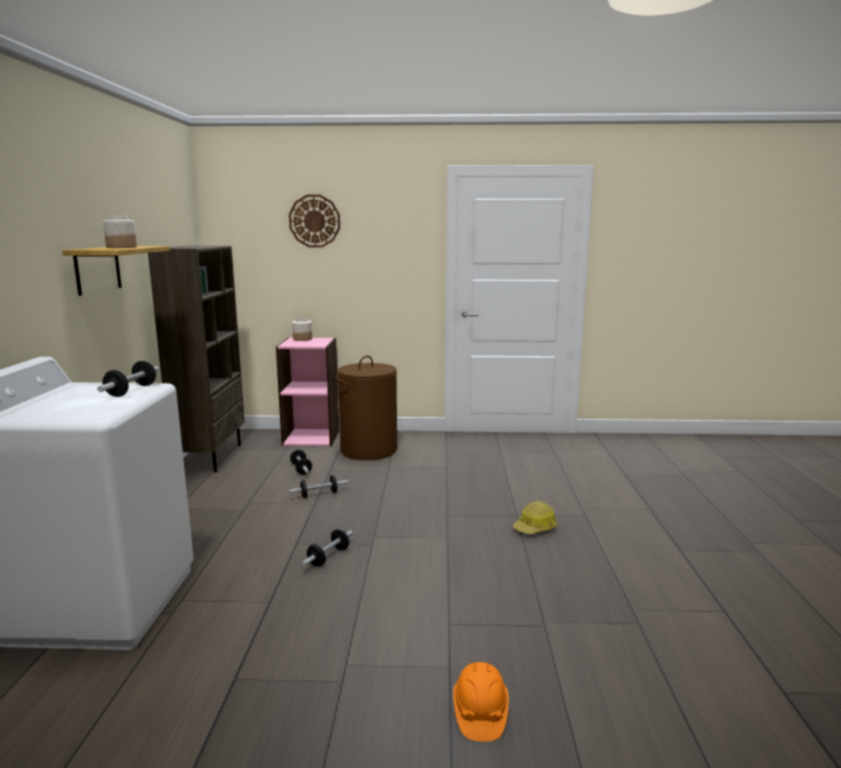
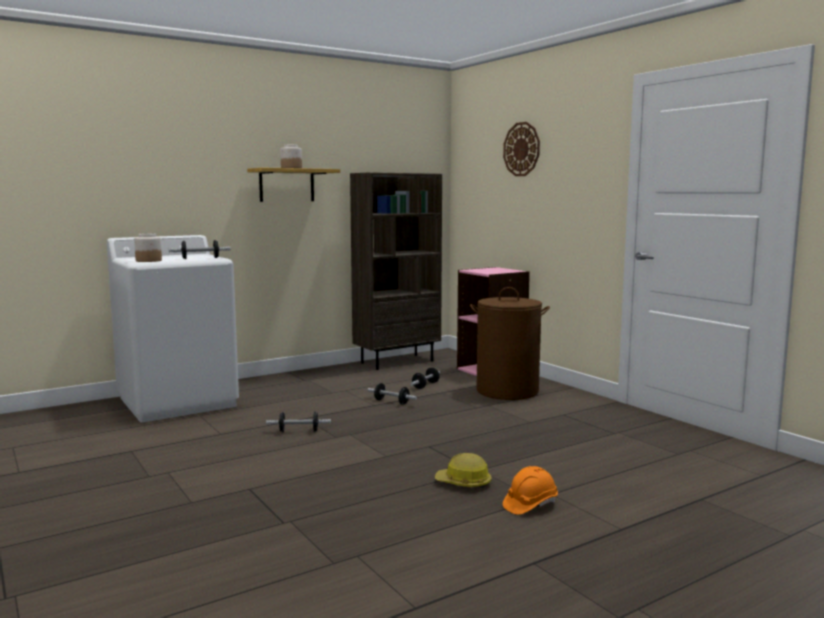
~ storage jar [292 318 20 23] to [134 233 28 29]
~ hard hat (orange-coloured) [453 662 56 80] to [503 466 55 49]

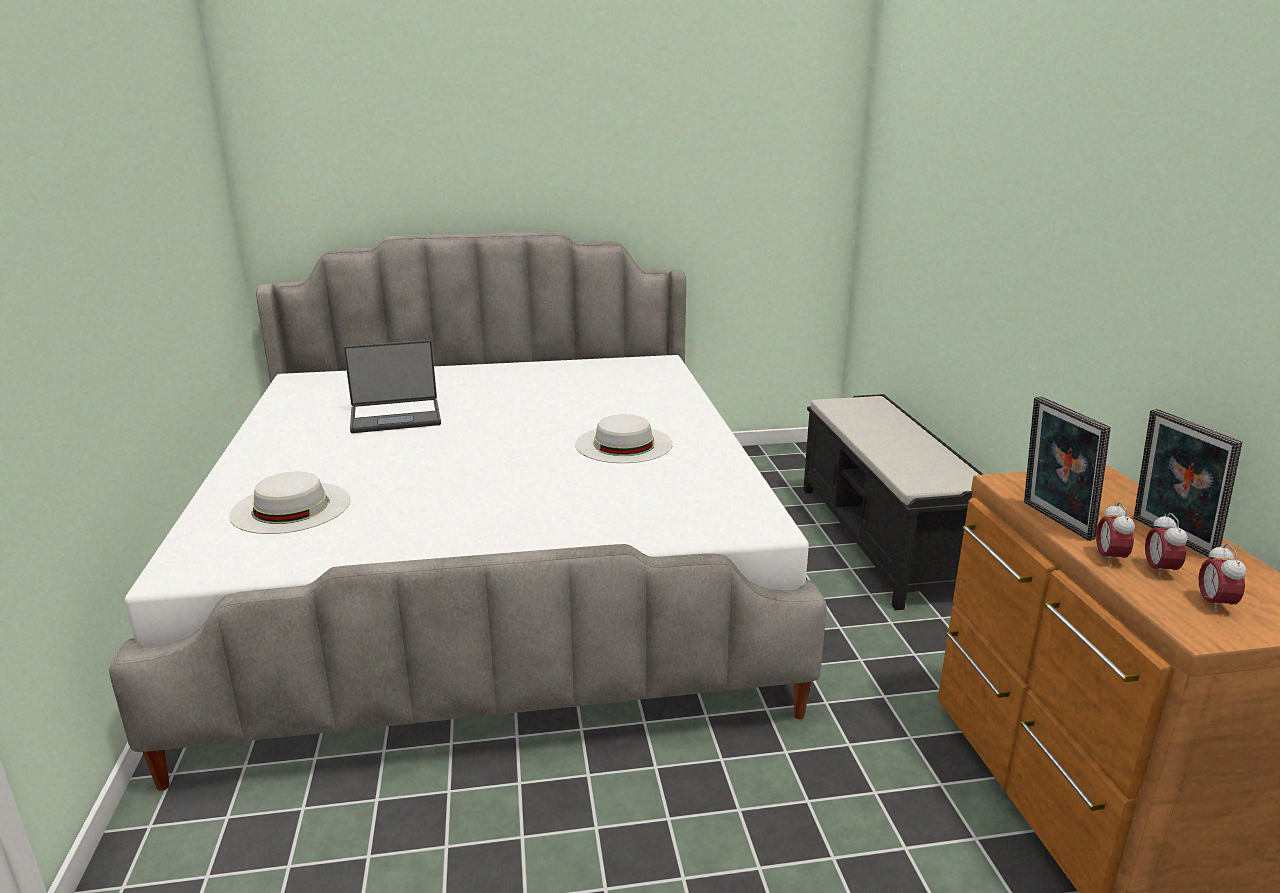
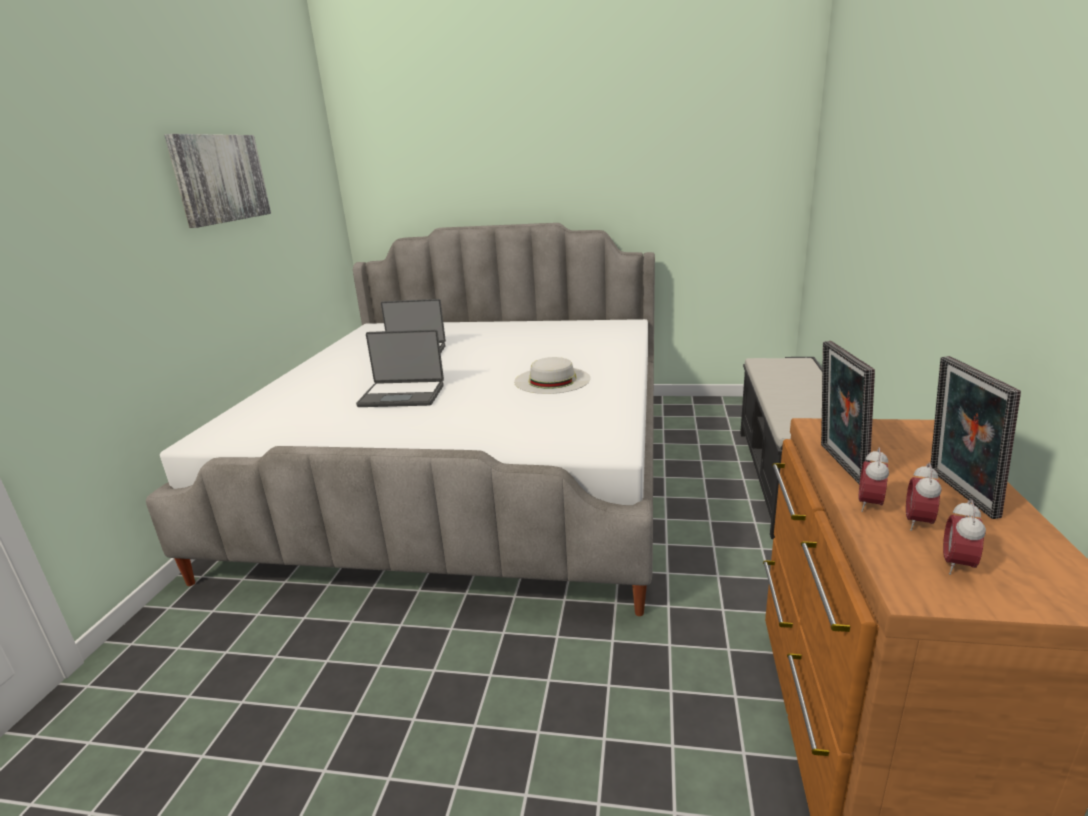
- hat (whitish) [229 472 121 62]
+ picture [164 134 107 94]
+ portable computer [356 329 88 78]

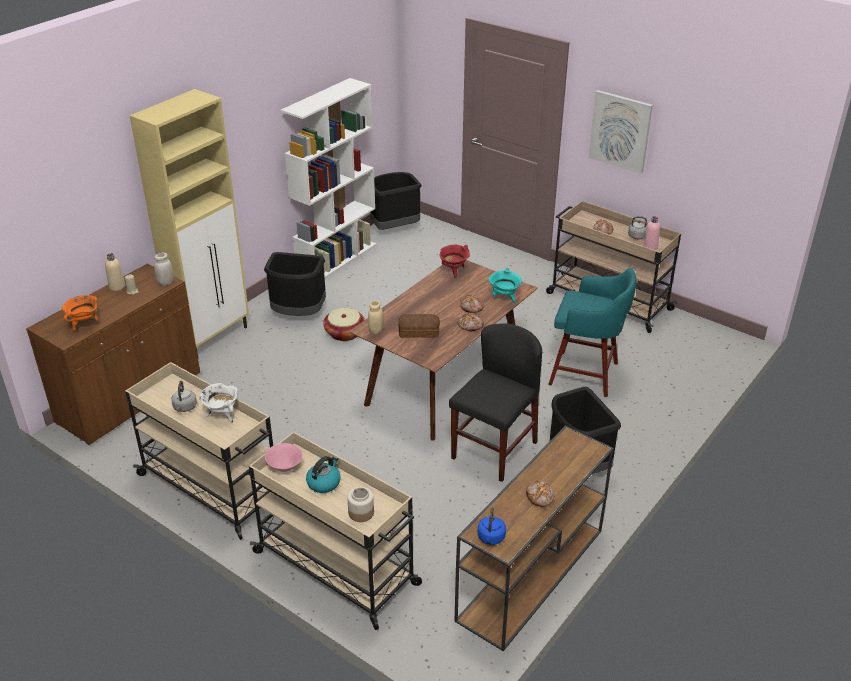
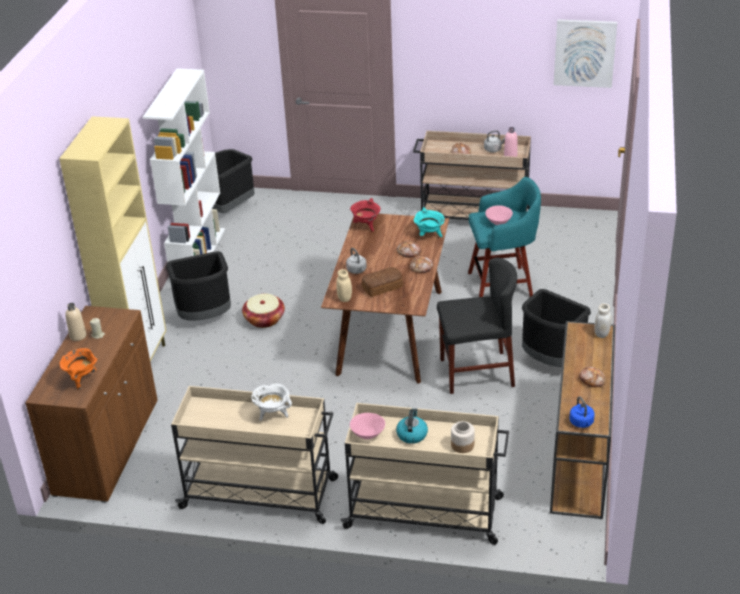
~ storage jar (whitish) [154 253 19 33] to [594 303 17 35]
~ kettle (gray) [172 381 25 31] to [346 248 21 26]
~ upright chair (black-coloured) [449 323 93 159] = [437 258 80 136] 75 degrees clockwise
~ picture [589 90 64 84] to [554 19 63 69]
+ deep dish (pink) [485 205 28 20]

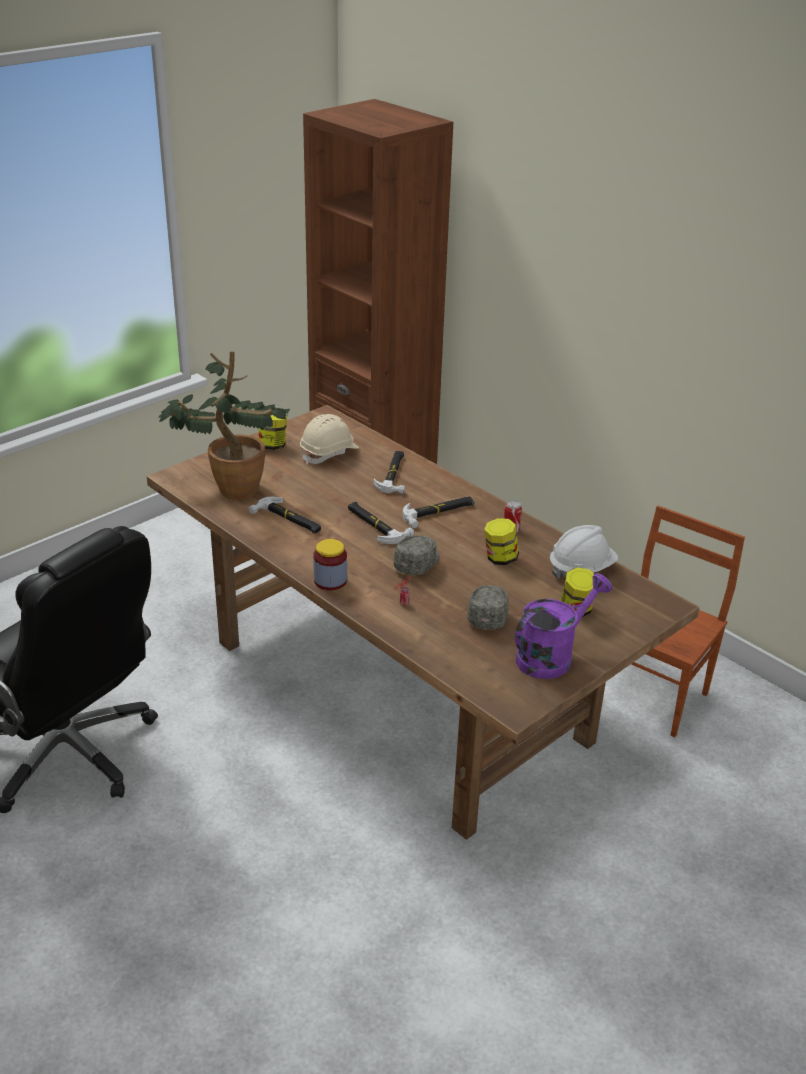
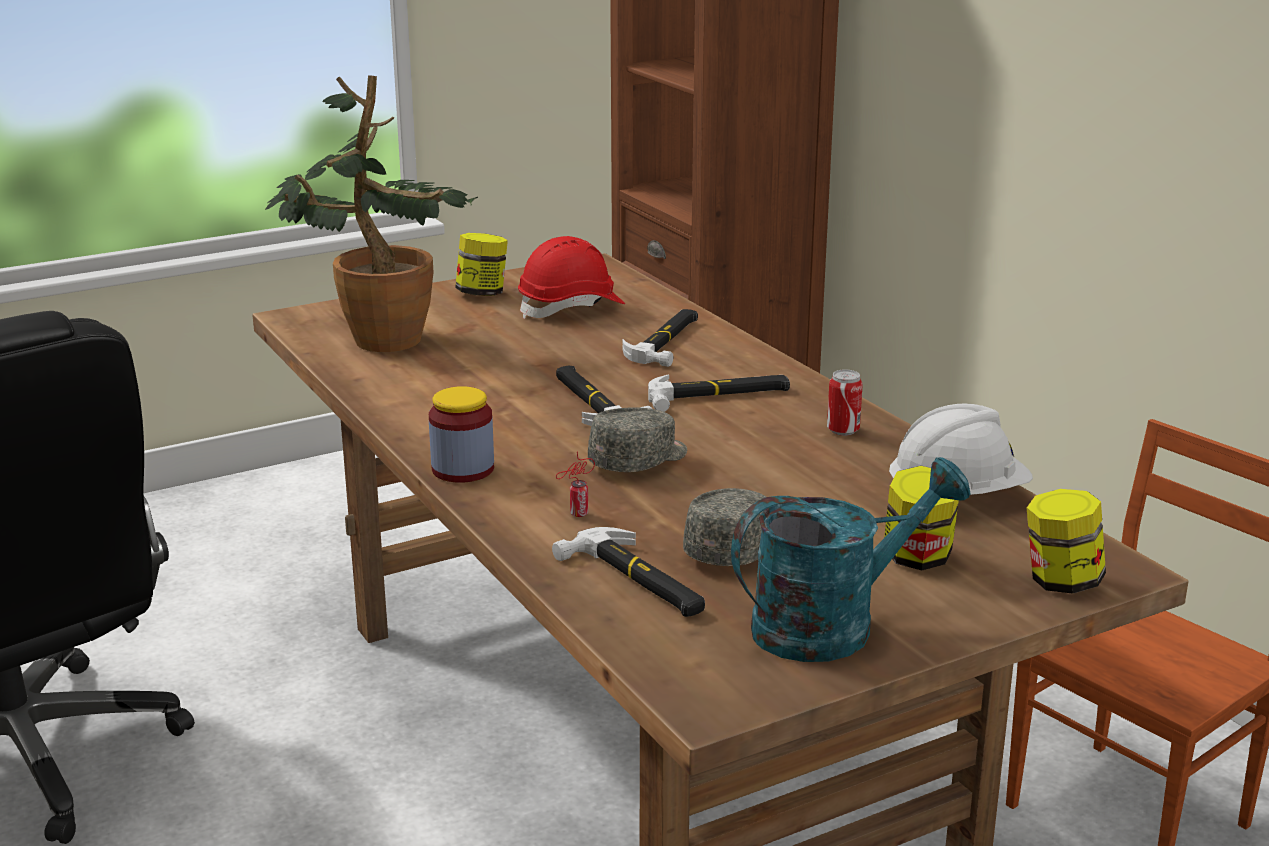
~ hammer [248 497 73 37] to [552 527 153 90]
~ hard hat (beige) [300 414 59 51] to hard hat (red-coloured) [518 236 107 83]
~ storage jar [484 518 35 47] to [1027 489 79 105]
~ watering pot (purple-coloured) [515 573 97 106] to watering pot (turquoise) [731 457 239 205]

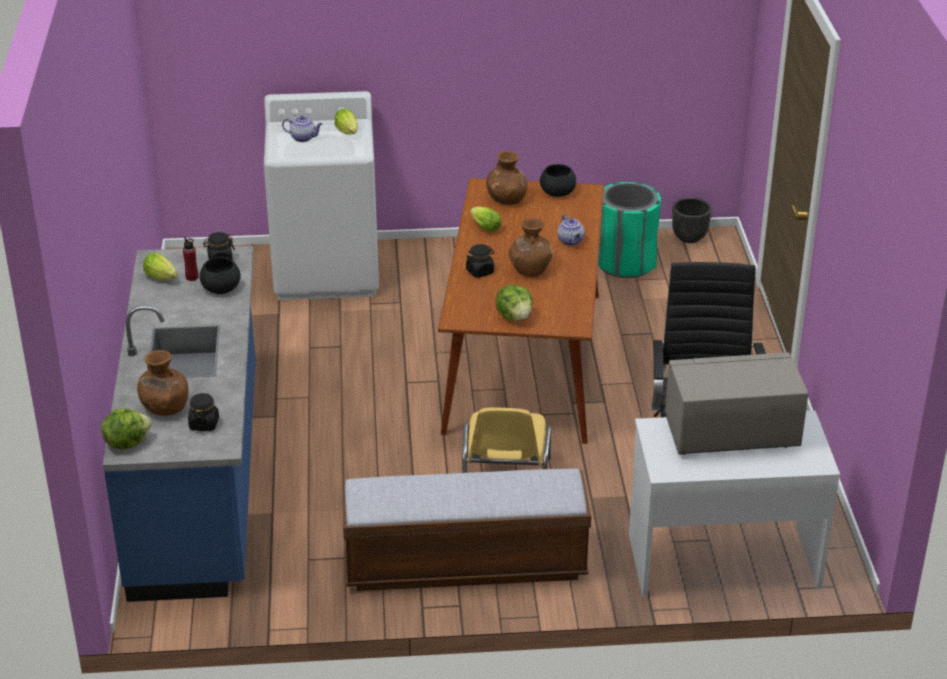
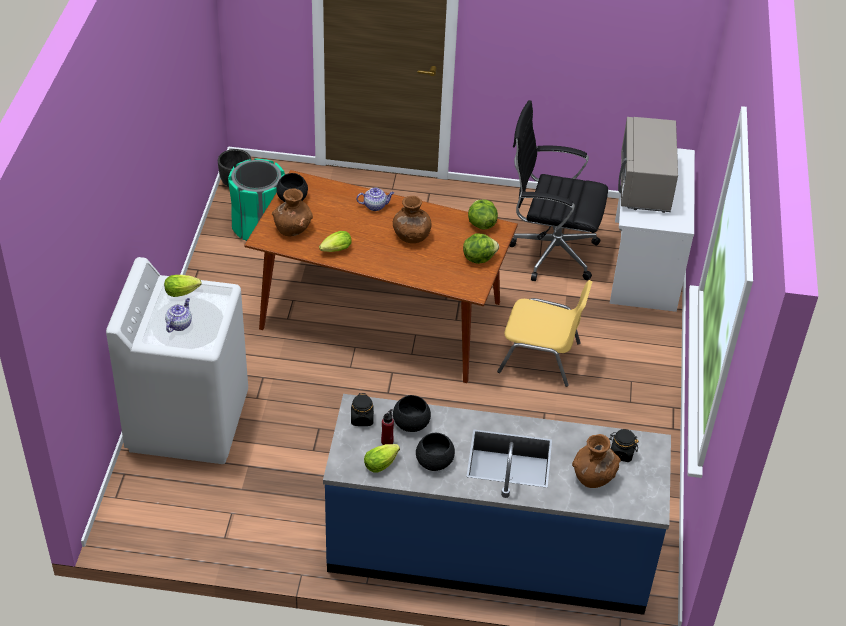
~ lettuce head [101 409 51 40] to [468 199 30 30]
- long seat [342 468 249 123]
- storage jar (black-coloured) [466 244 29 34]
+ deep dish (black-coloured) [416 433 39 38]

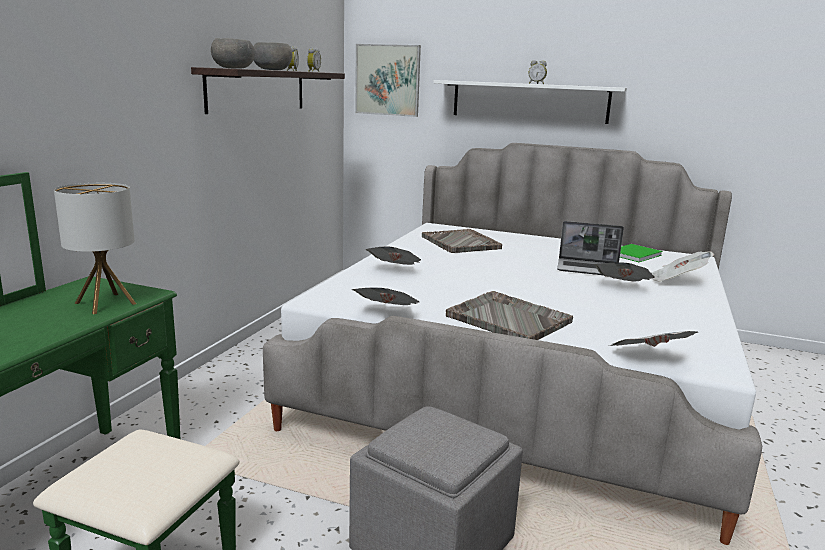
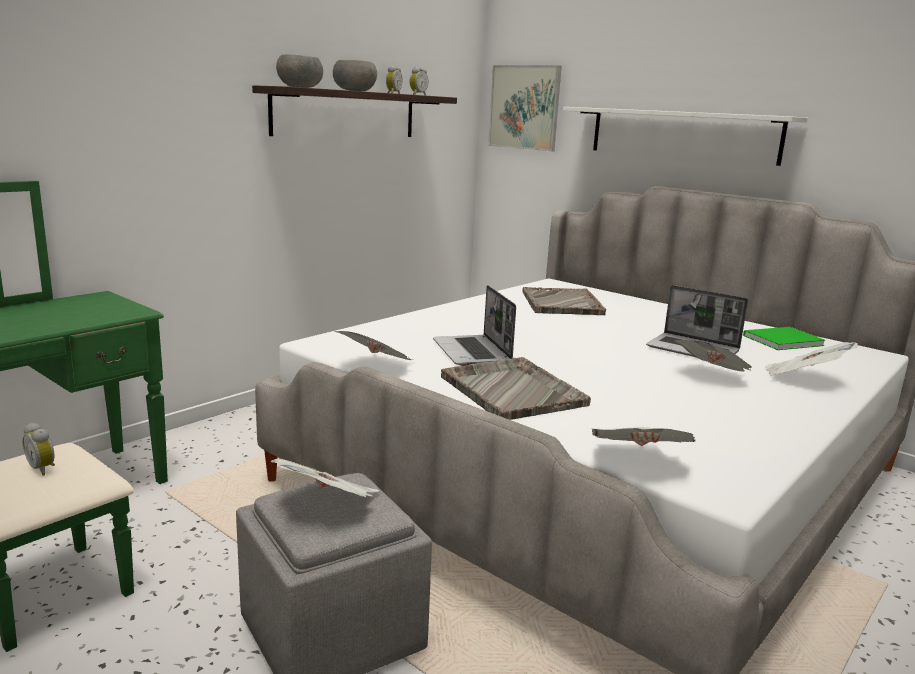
- table lamp [54 183 82 131]
~ newspaper [365 247 56 18] to [271 459 108 38]
~ table clock [529 60 18 24] to [23 423 32 53]
+ portable computer [433 285 83 81]

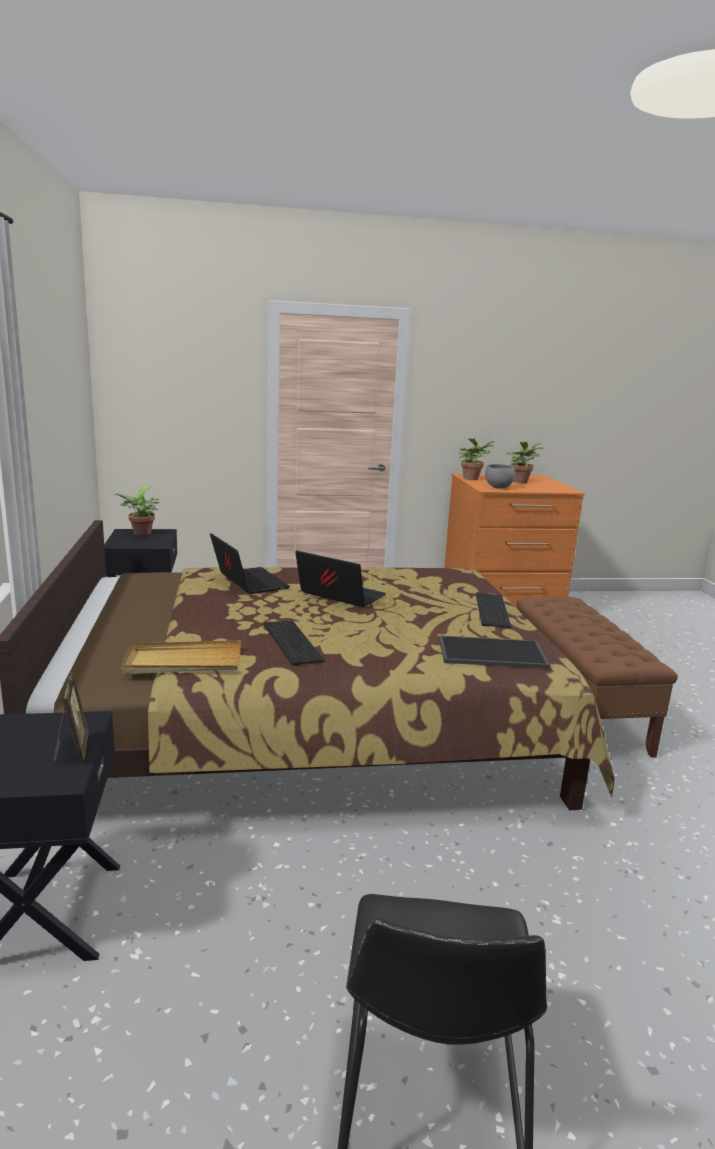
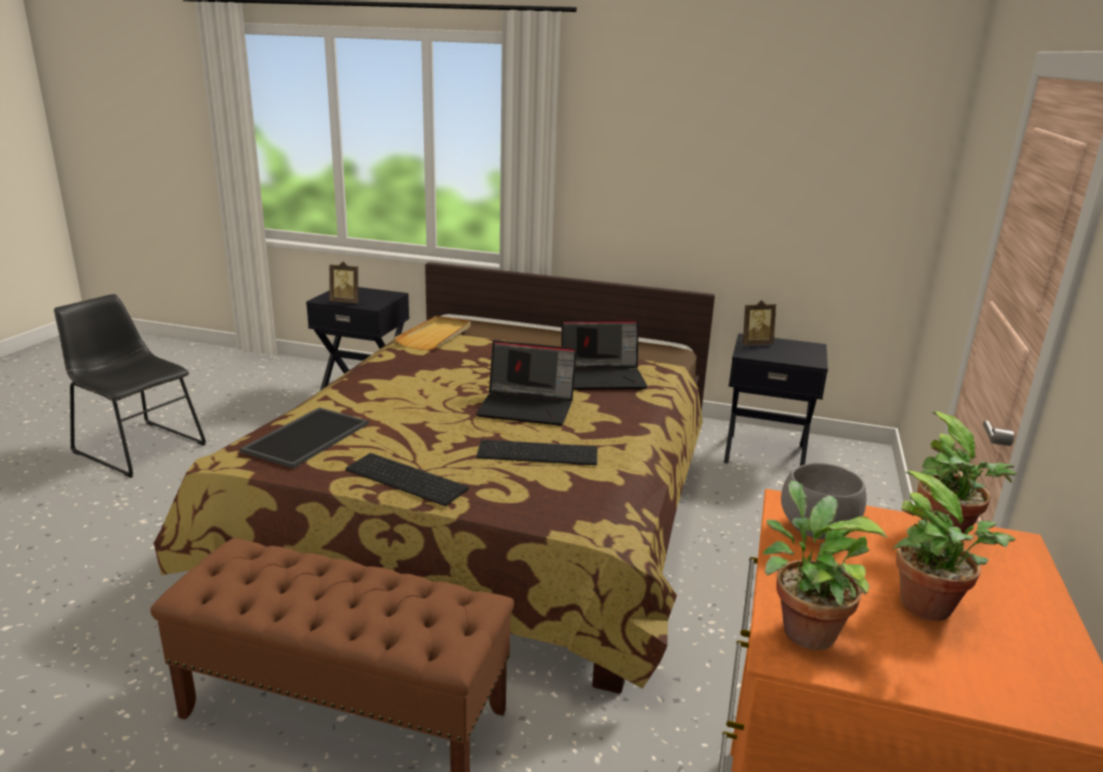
~ houseplant [115 486 44 50] to [763 480 124 170]
~ PC keyboard [264 620 61 46] to [476 440 121 25]
~ portable computer [295 550 91 57] = [476 340 101 86] 45 degrees clockwise
+ standing frame [741 300 35 45]

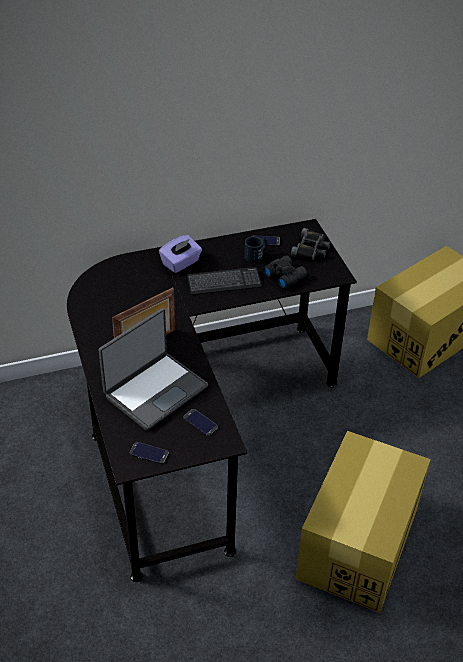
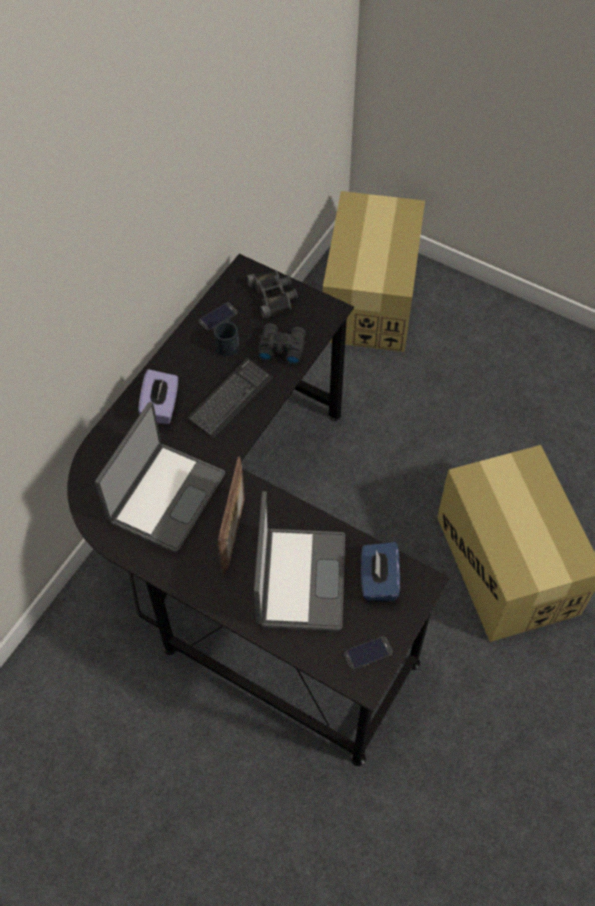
~ telephone [183 409 35 27] to tissue holder (bluish) [361 542 39 59]
+ portable computer [95 402 130 151]

